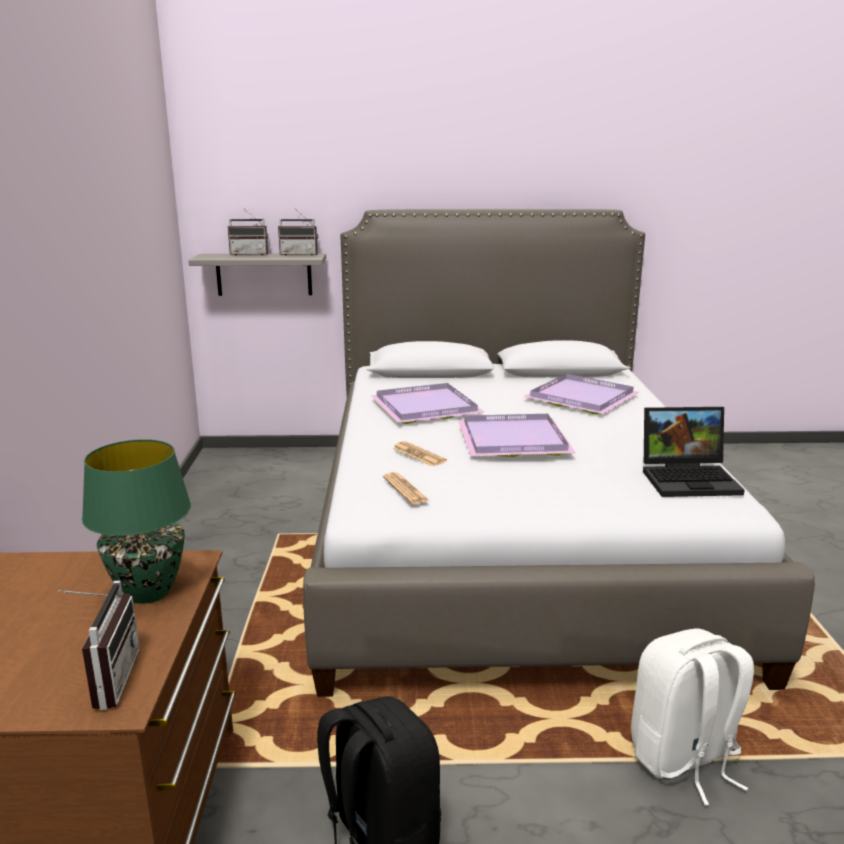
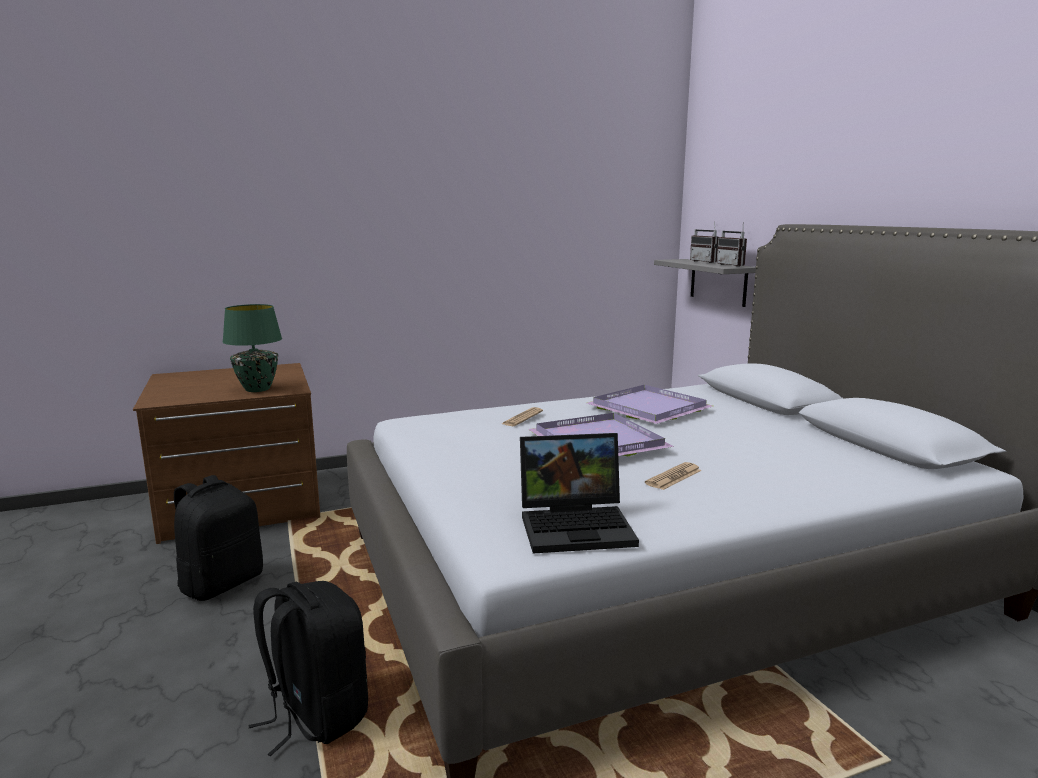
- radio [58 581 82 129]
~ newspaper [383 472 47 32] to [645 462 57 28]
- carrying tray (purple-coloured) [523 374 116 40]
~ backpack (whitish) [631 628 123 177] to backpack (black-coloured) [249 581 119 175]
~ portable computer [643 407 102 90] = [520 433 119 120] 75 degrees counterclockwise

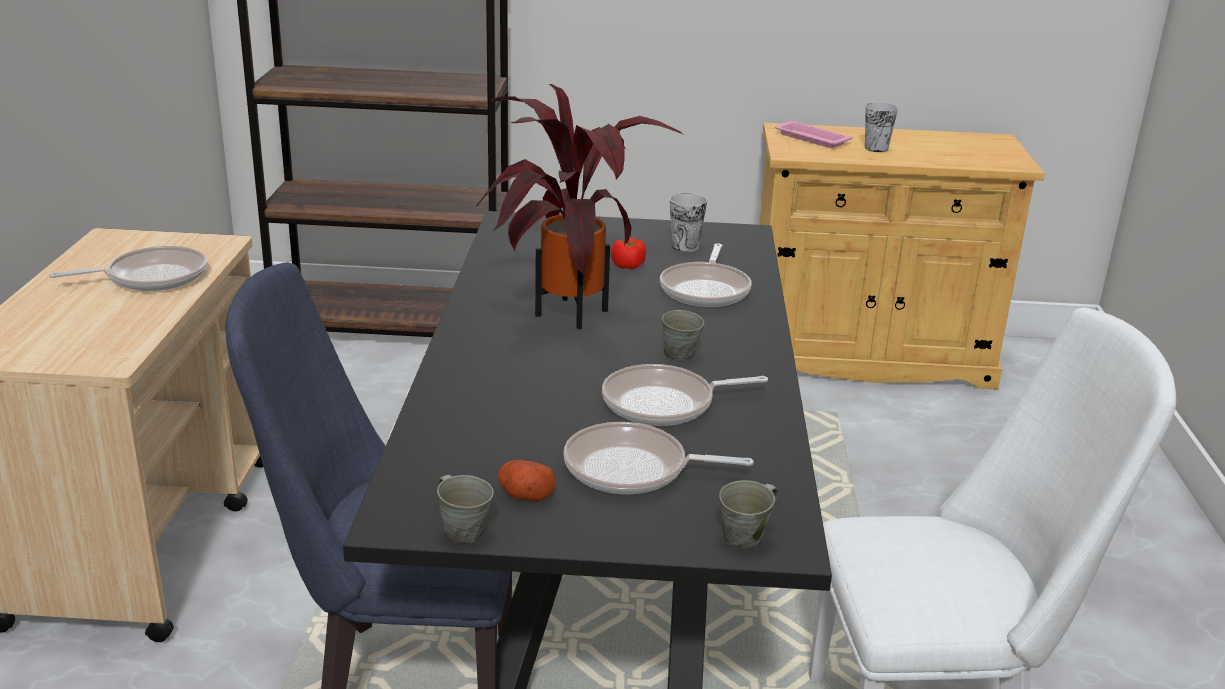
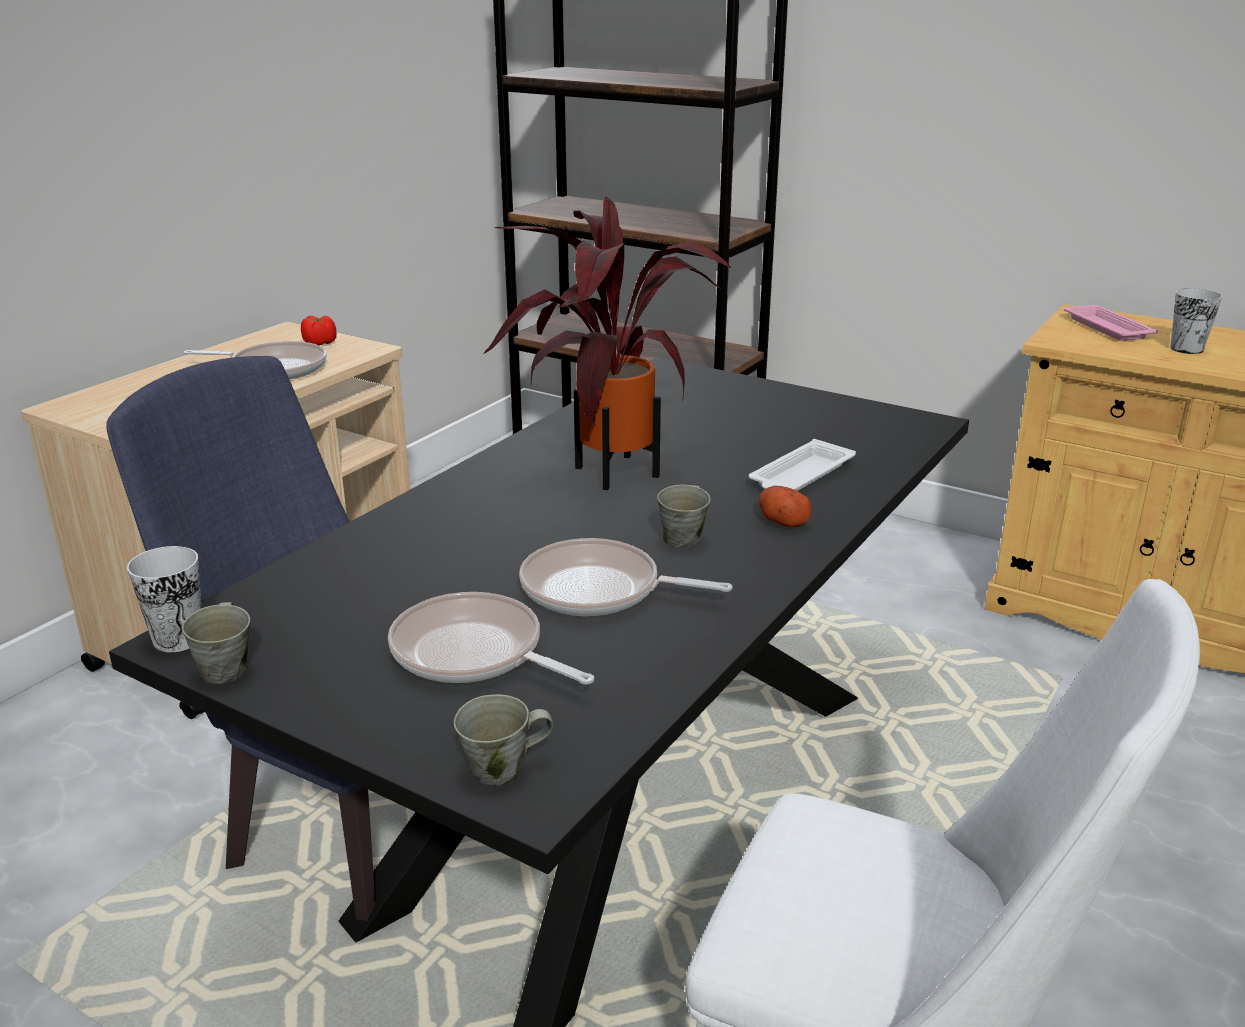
~ spud [498 460 57 41] to [759 486 53 41]
~ tomato [611 238 35 31] to [301 316 36 30]
~ pan [660 243 92 64] to carrying tray (whitish) [749 439 107 52]
~ small cup [670 193 37 59] to [127 546 75 106]

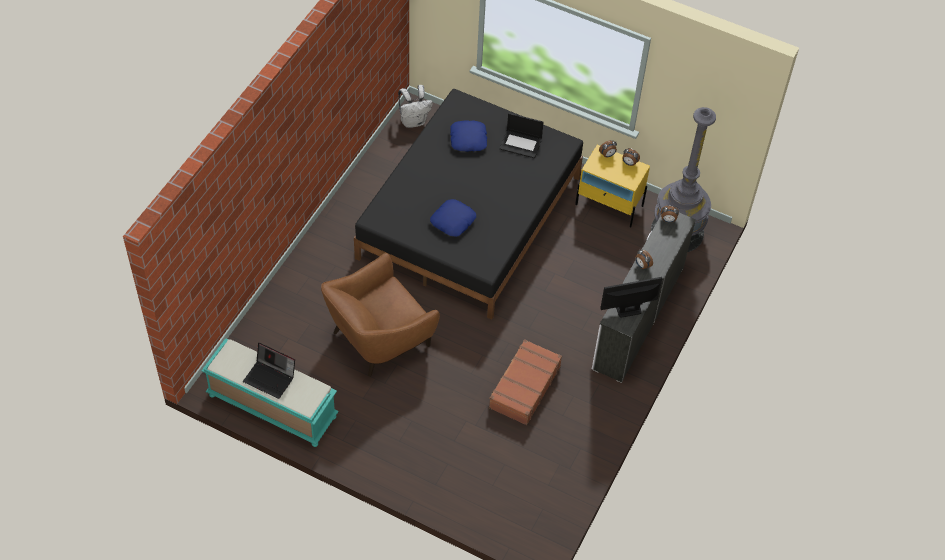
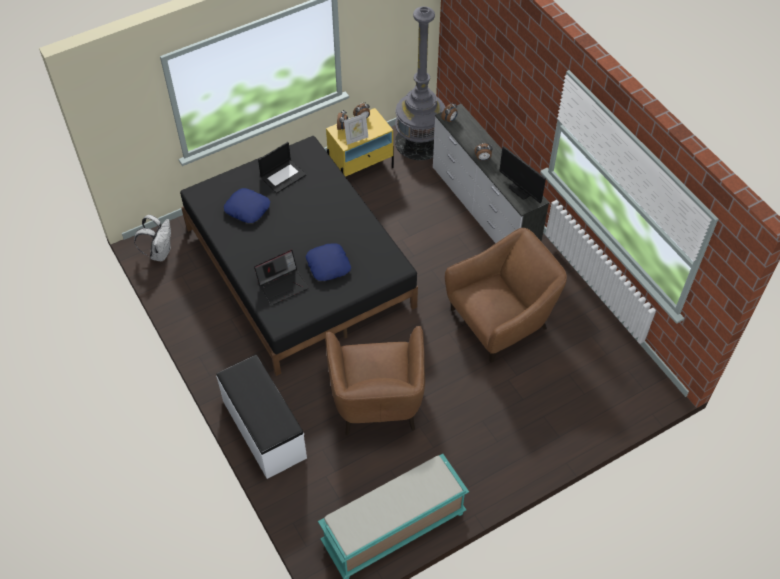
~ portable computer [243 343 52 56] to [254 250 55 55]
~ suitcase (brown-coloured) [489 339 73 86] to armchair (brown-coloured) [445 228 122 135]
~ computer display [600 277 62 41] = [499 146 47 57] 60 degrees counterclockwise
+ long seat (whitish) [216 355 91 124]
+ standing frame [344 113 24 32]

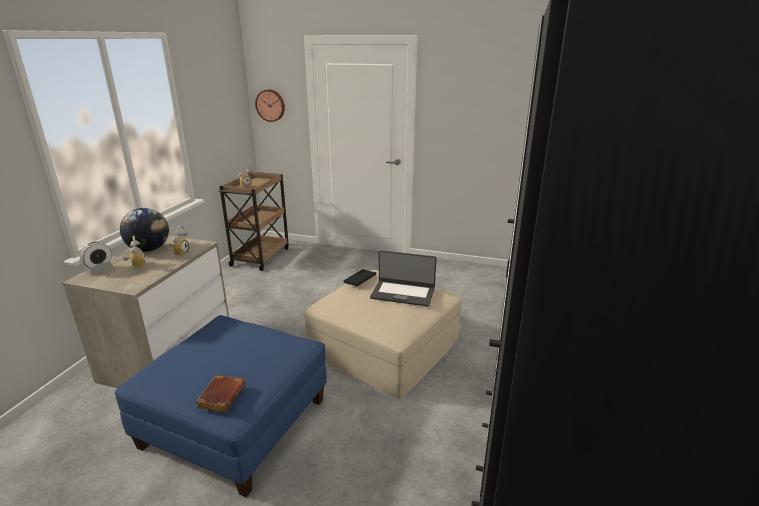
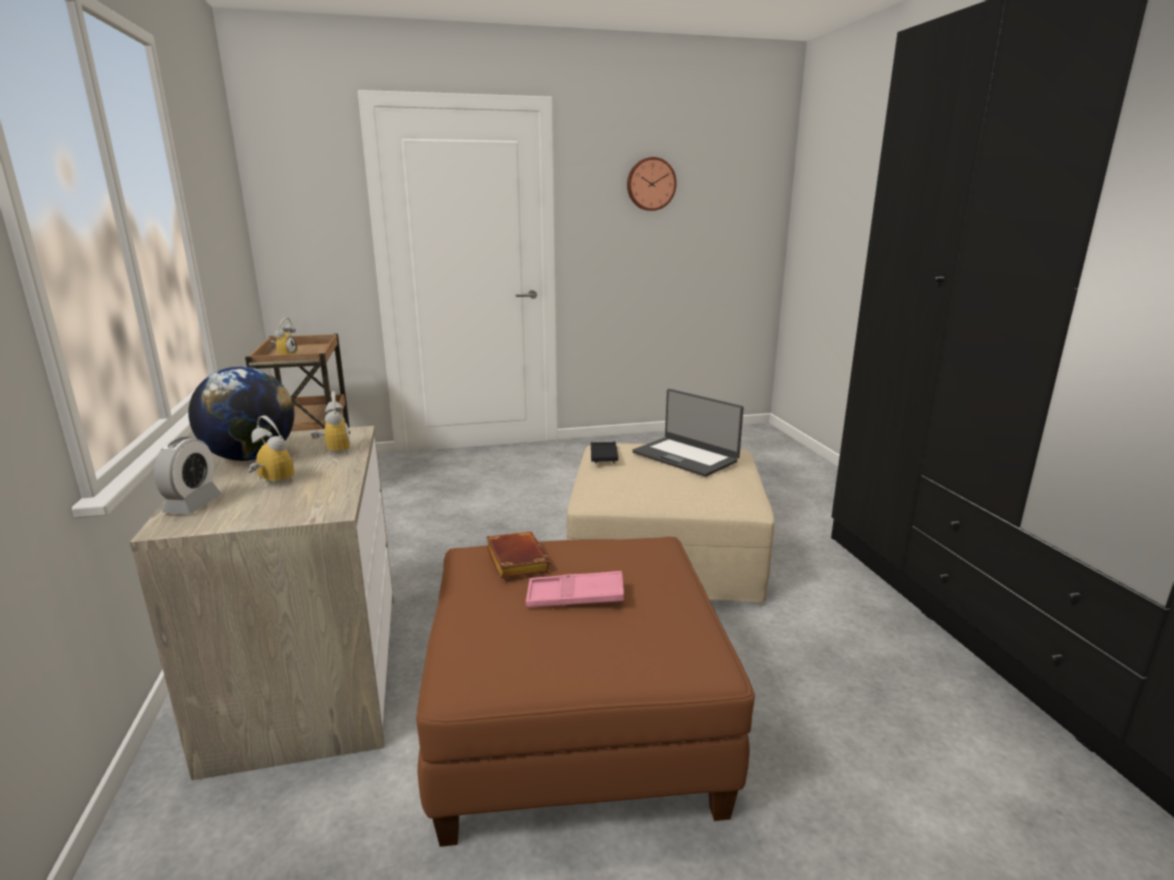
~ footrest (bluish) [115 315 212 183] to footrest (brown-coloured) [416 537 339 310]
~ book (brown-coloured) [196 374 50 39] to [486 532 65 46]
~ clock on the wall [255 89 30 33] to [627 157 50 54]
~ portable computer [370 250 67 56] = [632 389 112 88] 60 degrees clockwise
+ carrying tray (pink) [526 571 98 36]

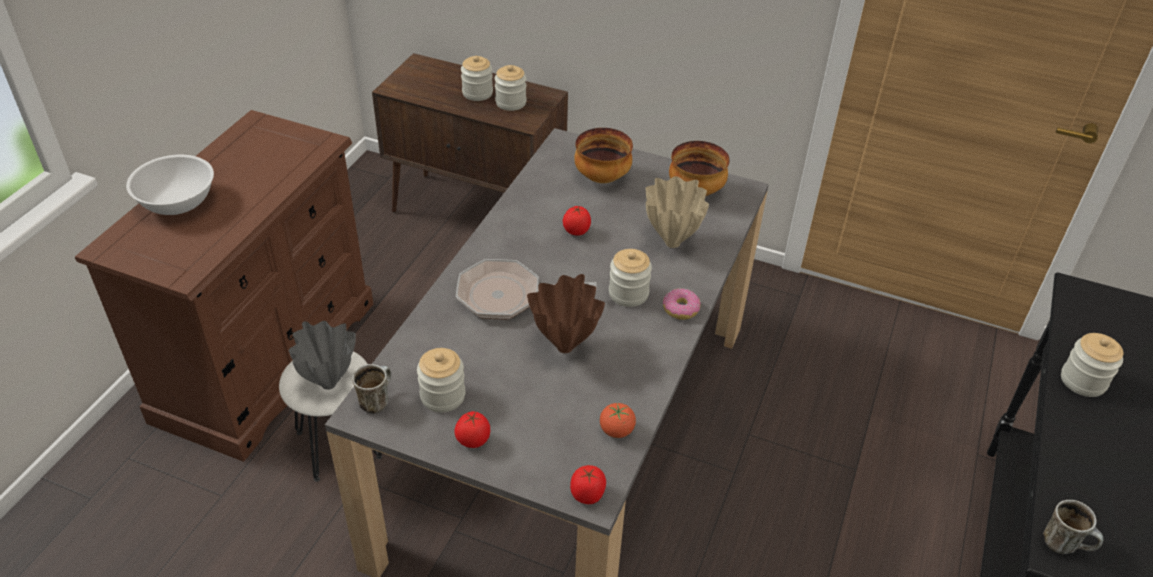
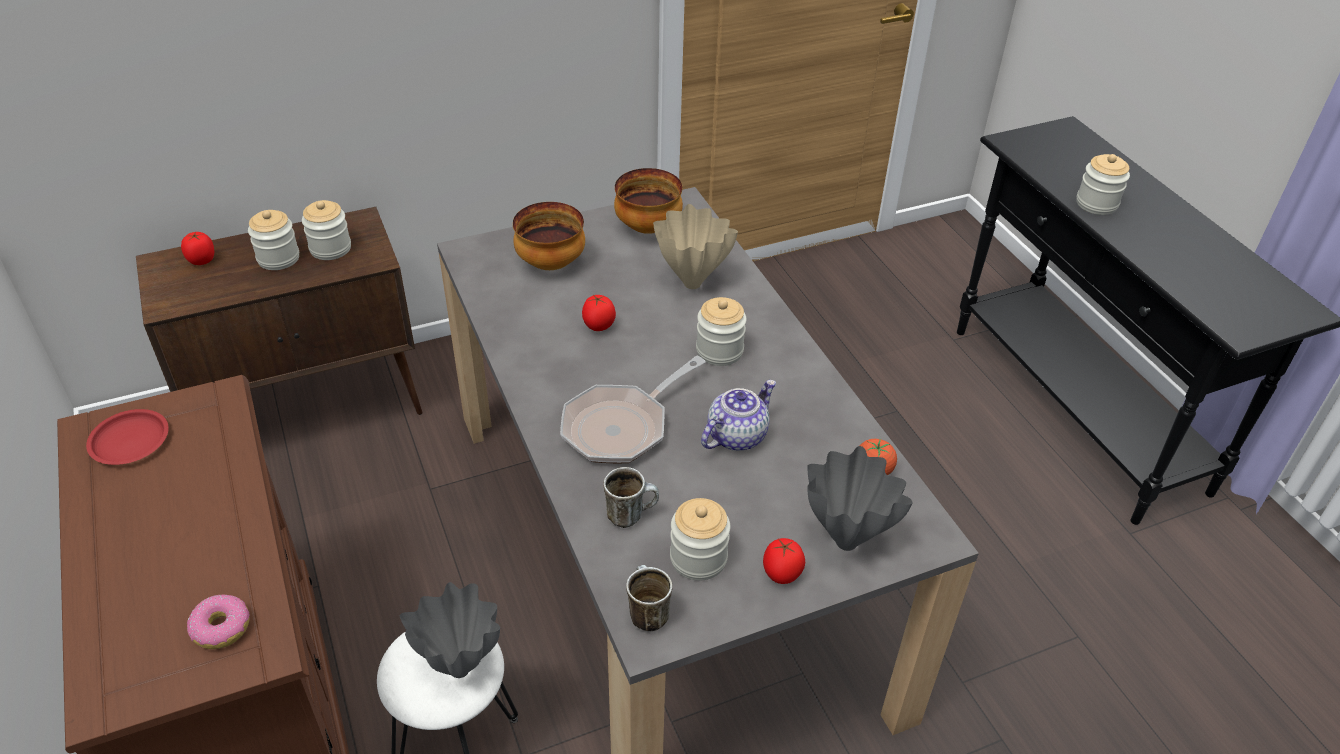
- deep dish (whitish) [126 155 88 60]
~ decorative vase (brown-coloured) [527 274 78 79] to tea pot [701 380 75 71]
~ tomato [570 465 36 39] to [181 232 33 33]
~ doughnut [663 288 38 32] to [187 595 63 54]
~ tea mug [1043 500 60 54] to [603 467 56 61]
+ dinner plate (red-coloured) [86 409 83 56]
+ decorative vase (gray) [807 446 106 105]

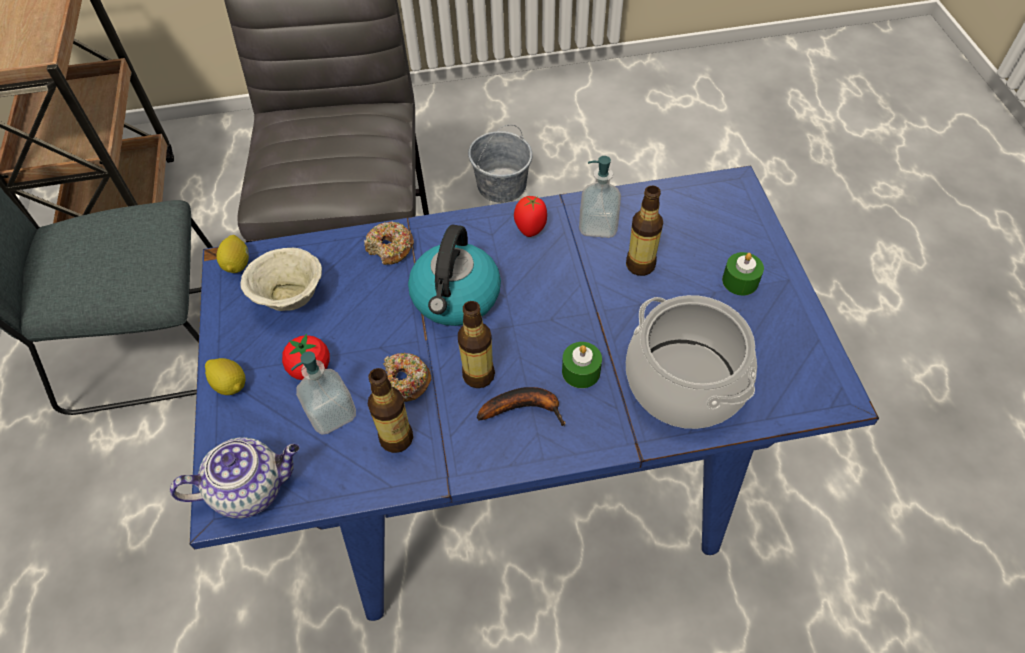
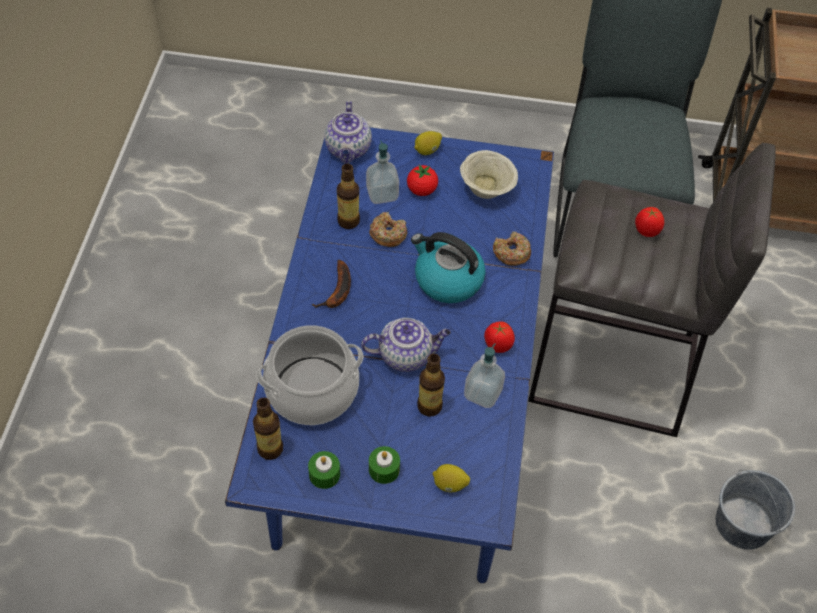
~ lemon [216 235 33 38] to [433 464 37 28]
~ beverage bottle [458 301 37 87] to [253 398 30 62]
~ candle (greenish) [562 342 40 46] to [308 451 32 38]
+ tea pot [361 318 90 54]
+ tomato [635 207 29 30]

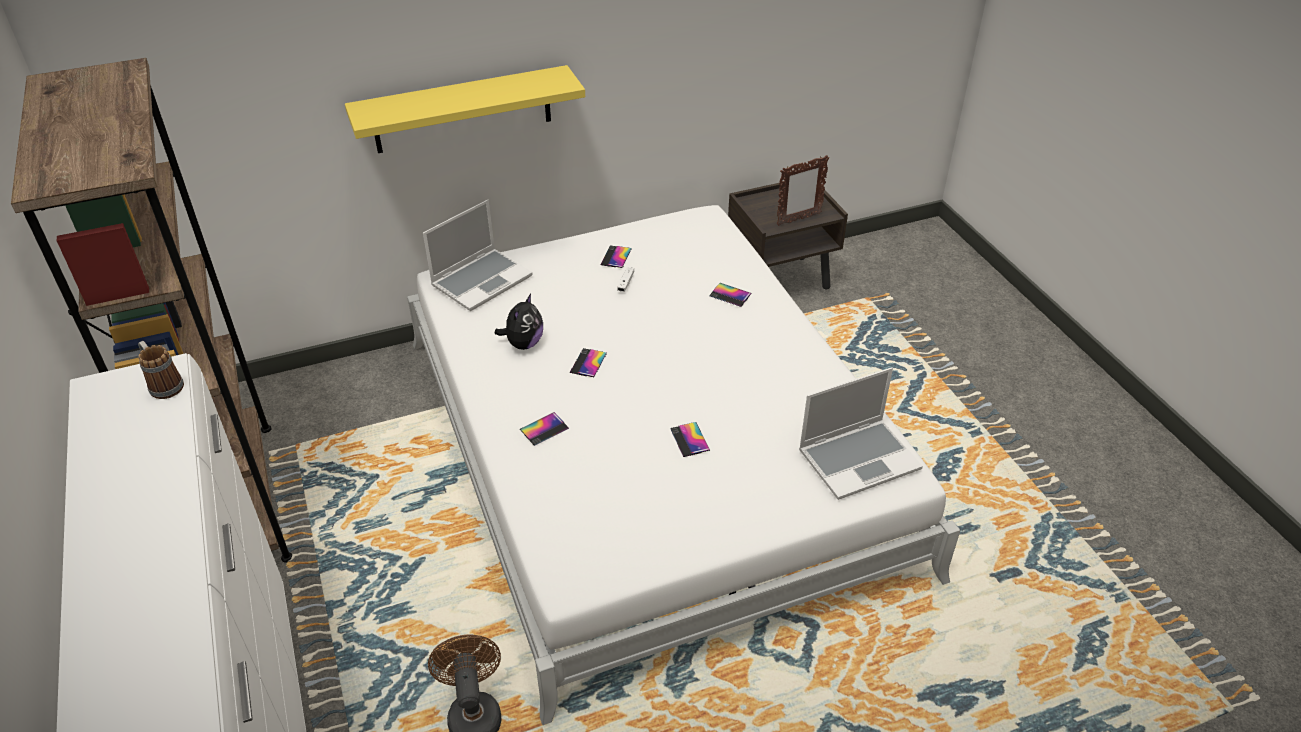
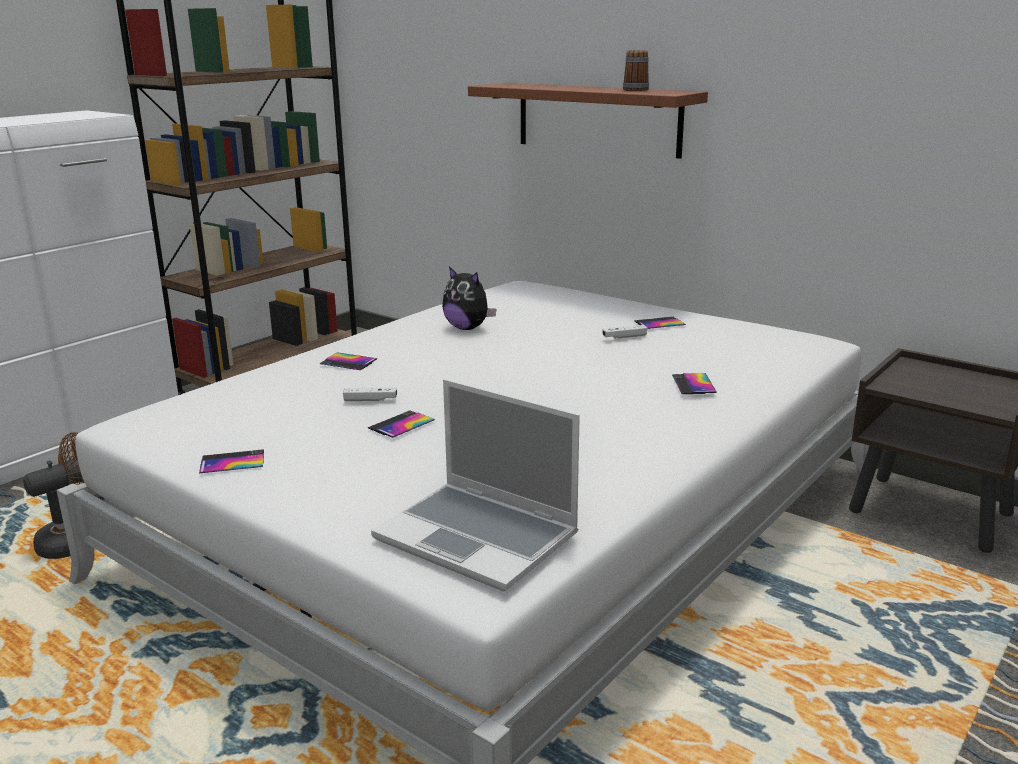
~ tea mug [138 341 46 58] to [623 50 26 41]
~ bracket shelf (yellowish) [345 65 240 88] to bracket shelf (brown-coloured) [468 83 240 76]
- portable computer [423 200 110 111]
~ cuddly toy [494 294 49 56] = [442 266 54 64] 45 degrees clockwise
~ telephone [570 348 37 29] to [199 449 65 24]
- standing frame [776 155 53 71]
+ joypad (whitish) [343 387 54 14]

